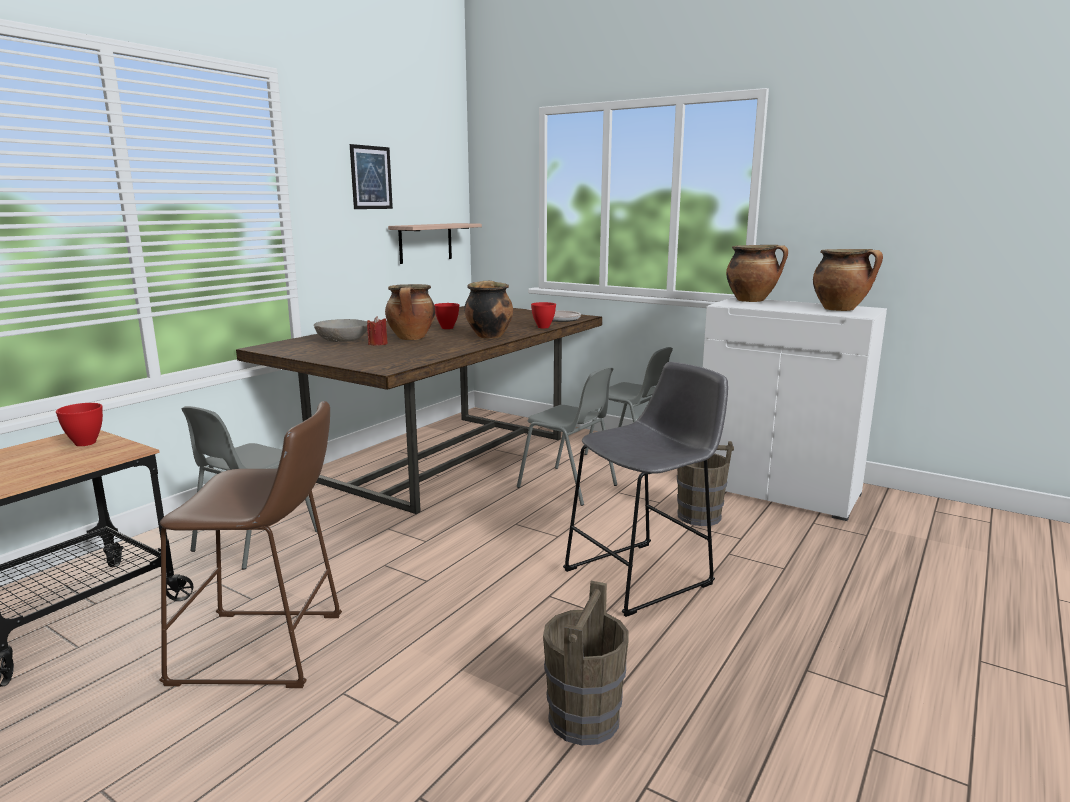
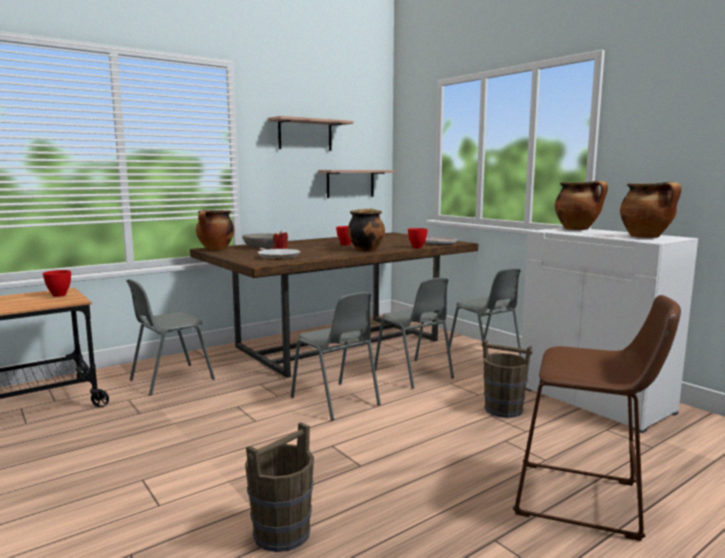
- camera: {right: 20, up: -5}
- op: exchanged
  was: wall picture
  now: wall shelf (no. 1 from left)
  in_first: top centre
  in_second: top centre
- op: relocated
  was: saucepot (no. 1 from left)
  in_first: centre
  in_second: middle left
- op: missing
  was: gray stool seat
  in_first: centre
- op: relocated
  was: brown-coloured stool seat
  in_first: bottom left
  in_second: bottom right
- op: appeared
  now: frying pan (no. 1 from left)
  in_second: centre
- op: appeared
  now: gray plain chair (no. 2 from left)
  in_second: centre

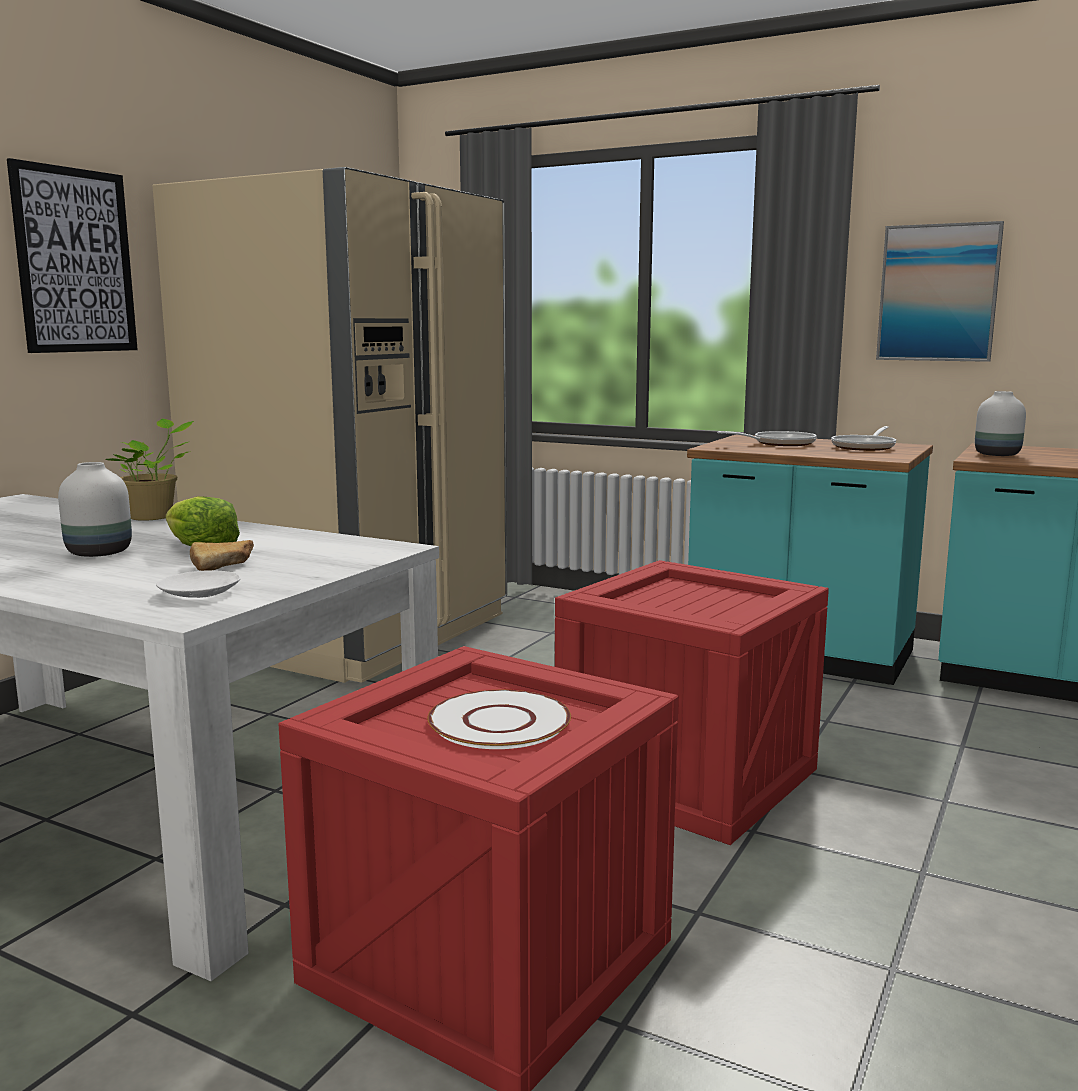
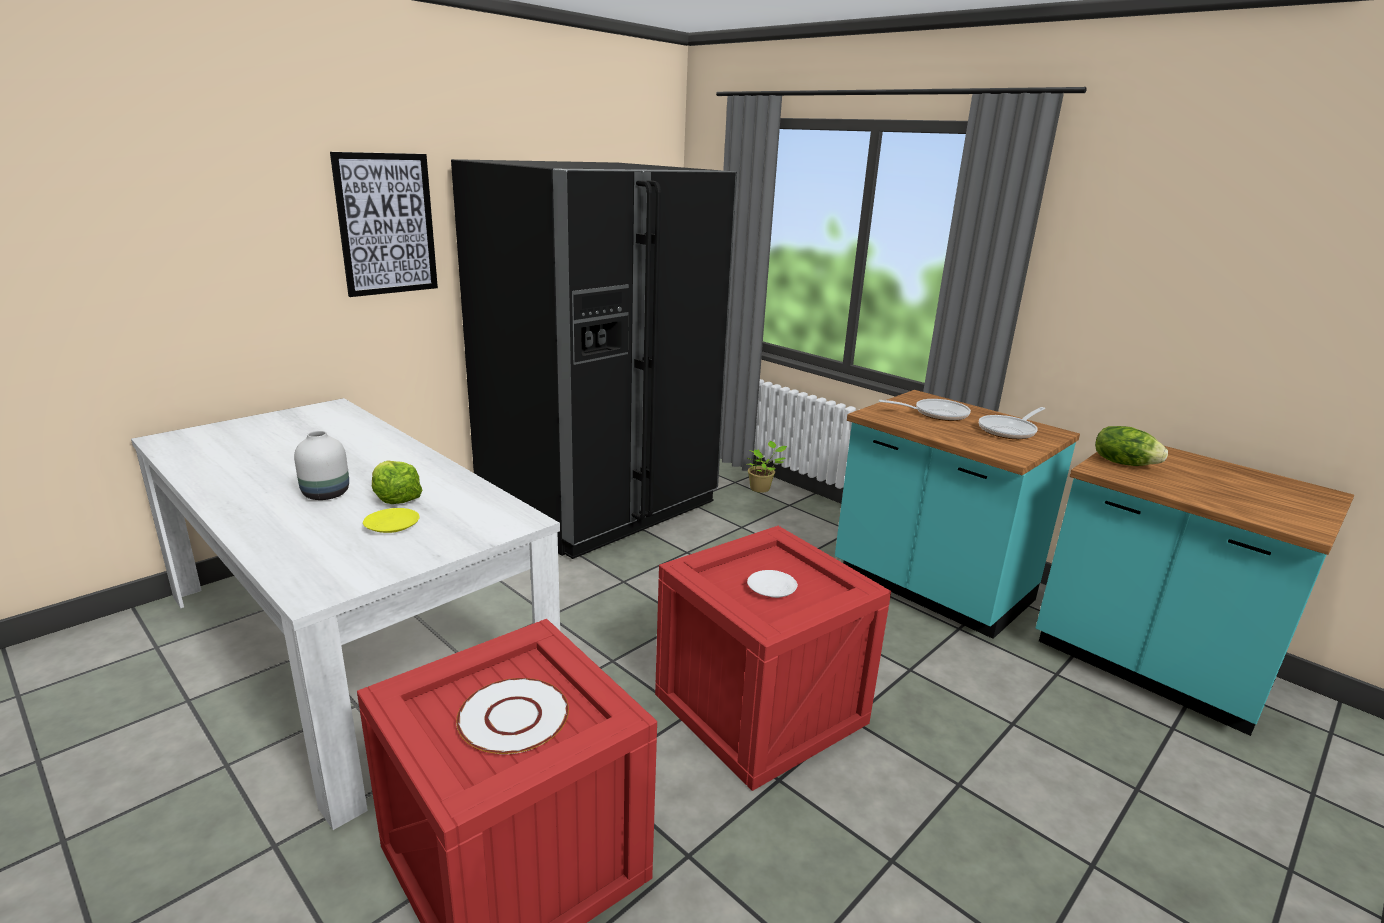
- camera: {right: 15, up: 10}
- op: colour
  was: beige-coloured refrigerator
  now: black refrigerator
  in_first: middle left
  in_second: centre
- op: missing
  was: wall picture (no. 2 from left)
  in_first: top right
- op: exchanged
  was: whitish flower vase (no. 2 from left)
  now: head of lettuce (no. 2 from left)
  in_first: middle right
  in_second: middle right
- op: relocated
  was: potted plant
  in_first: middle left
  in_second: centre
- op: exchanged
  was: bread
  now: yellow plate
  in_first: middle left
  in_second: middle left
- op: relocated
  was: whitish plate (no. 1 from left in the first image)
  now: whitish plate (no. 2 from left)
  in_first: middle left
  in_second: centre

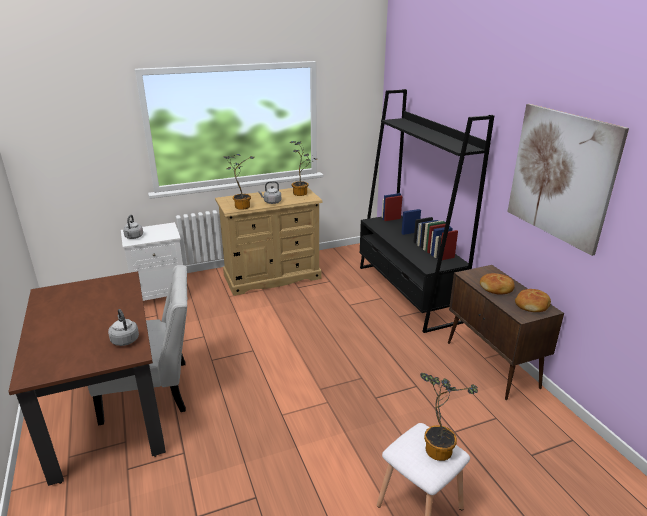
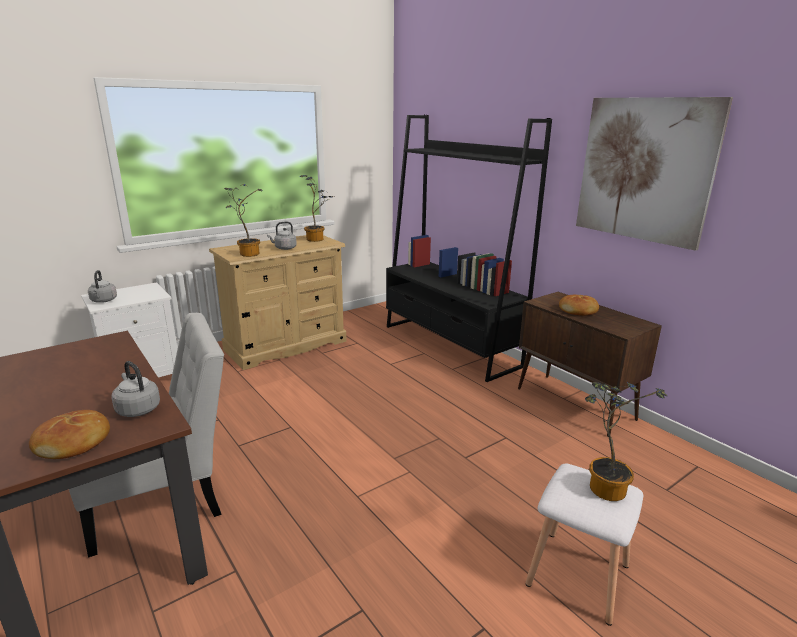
- camera: {right: -15, up: -5}
- op: relocated
  was: bread (no. 2 from left in the first image)
  now: bread (no. 1 from left)
  in_first: middle right
  in_second: bottom left

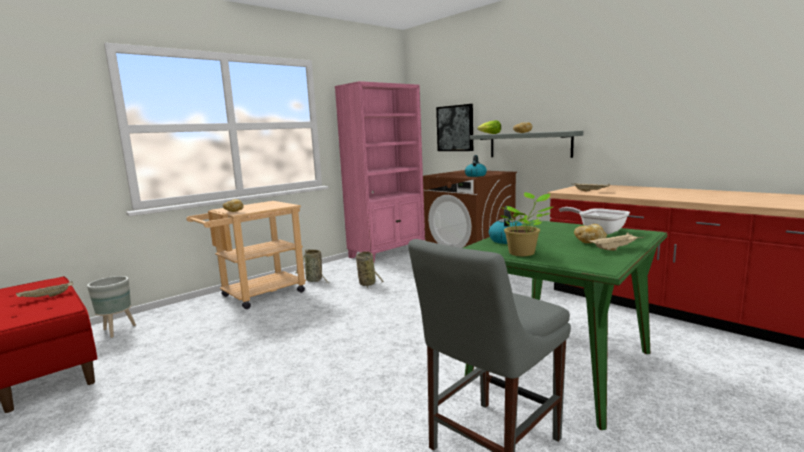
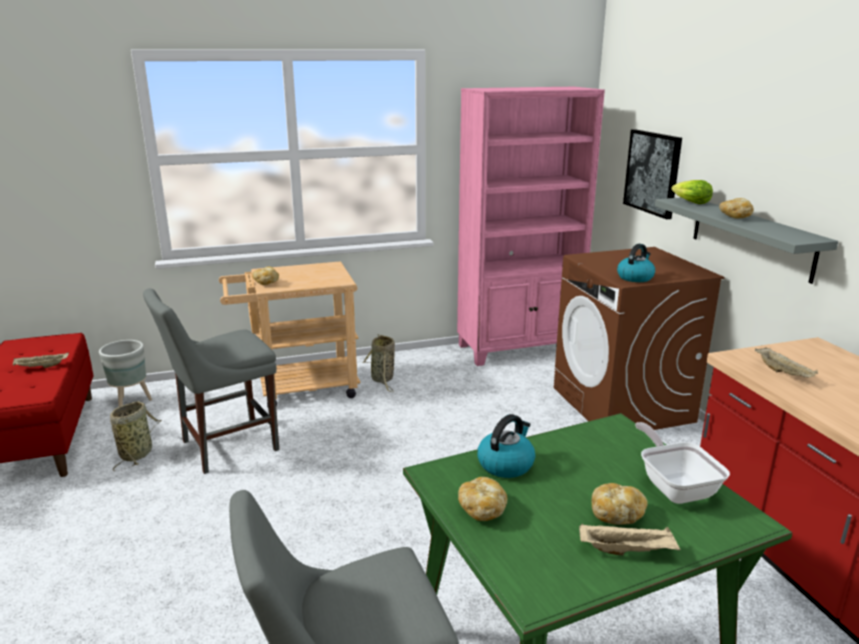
- camera: {right: 25, up: 10}
- op: exchanged
  was: potted plant
  now: bread (no. 2 from left)
  in_first: centre
  in_second: bottom centre
- op: relocated
  was: household basket (no. 2 from left in the first image)
  now: household basket (no. 1 from left)
  in_first: centre
  in_second: bottom left
- op: appeared
  now: gray plain chair (no. 1 from left)
  in_second: middle left

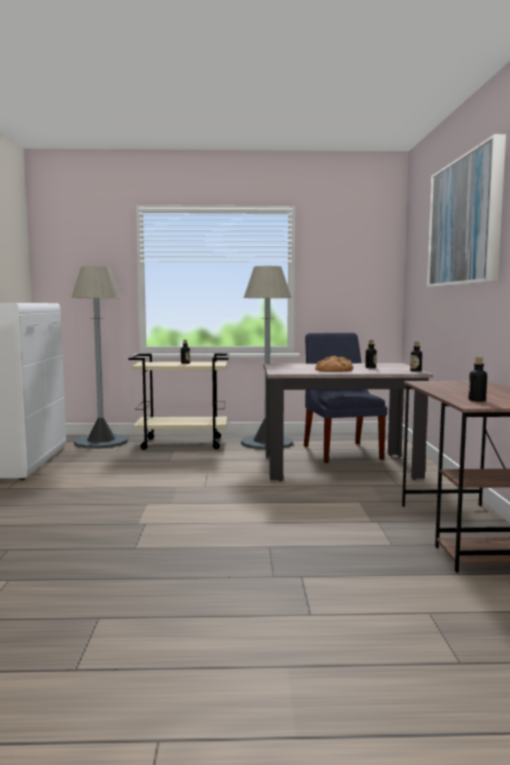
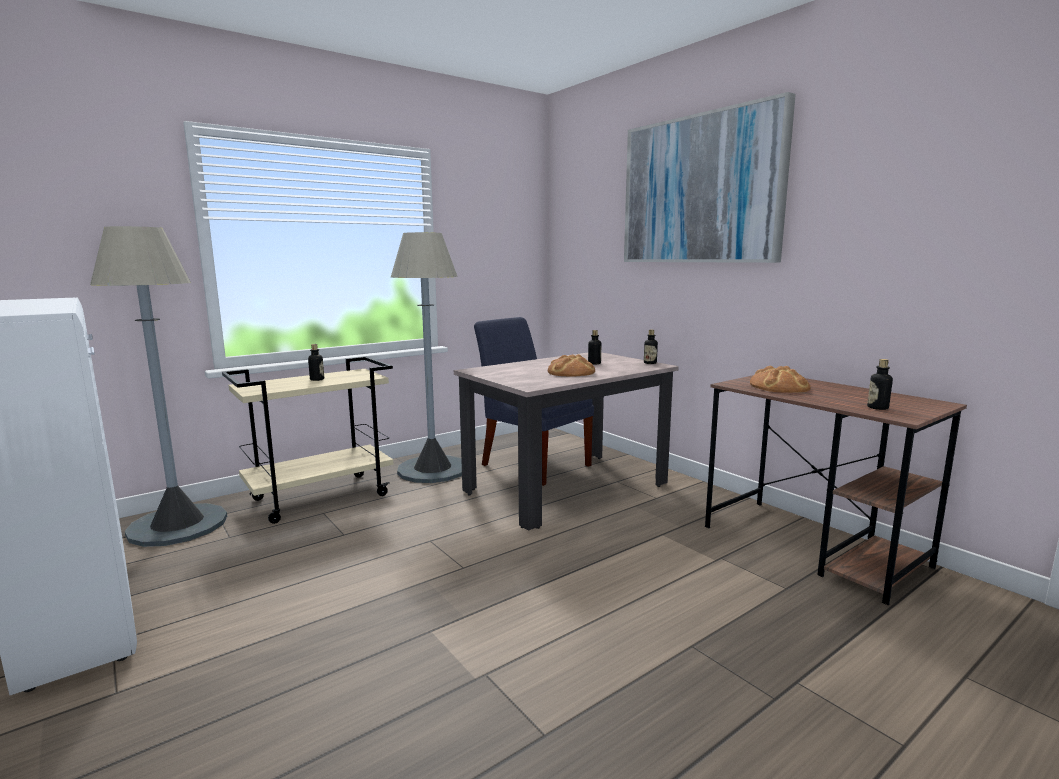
- camera: {right: -35, up: 5}
- op: appeared
  now: bread (no. 2 from left)
  in_second: middle right

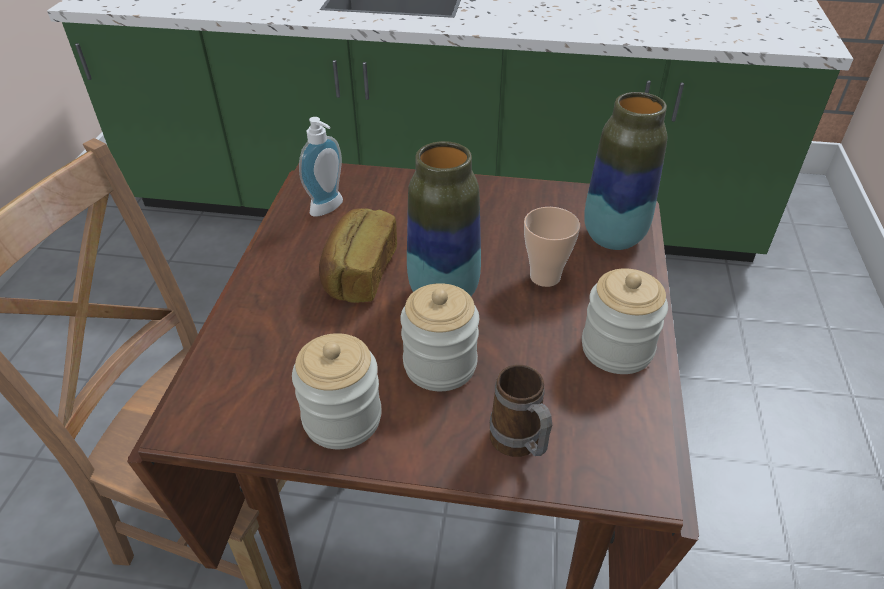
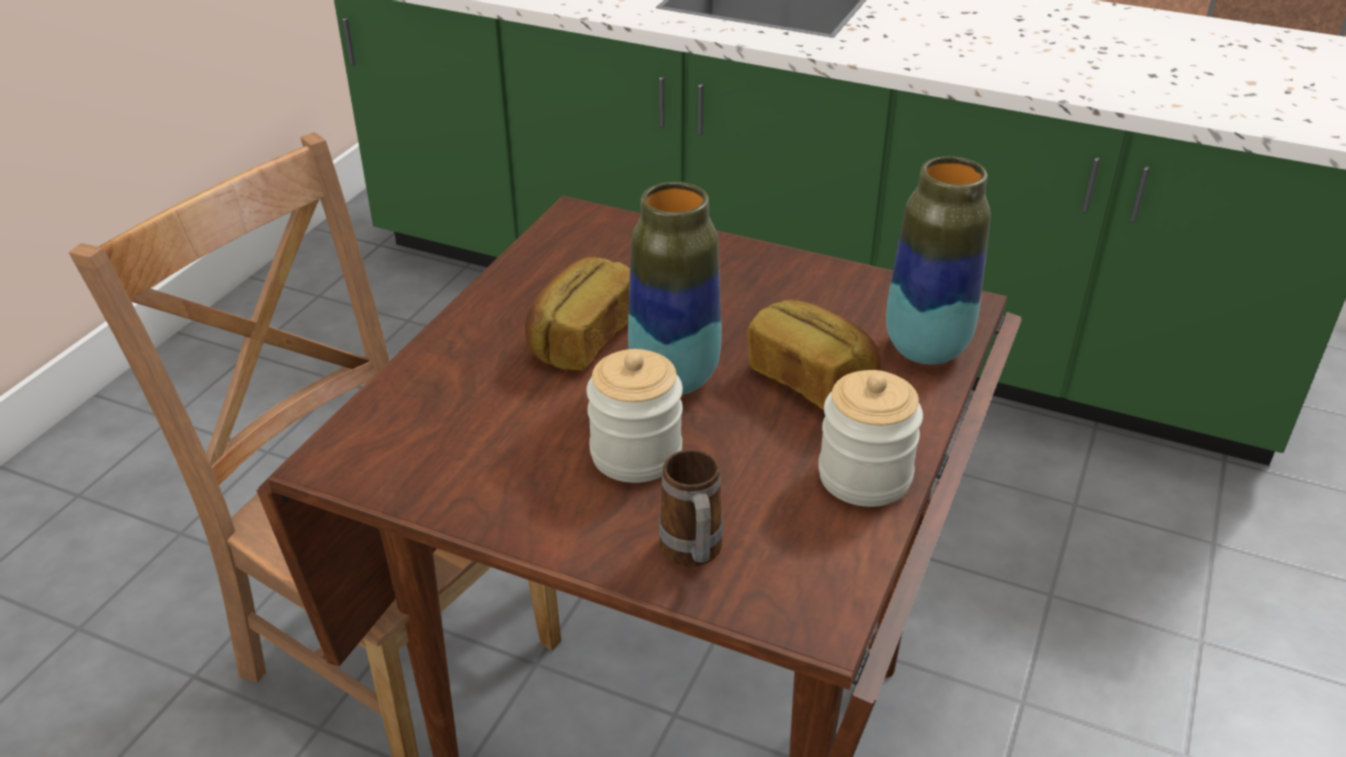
- camera: {right: 15, up: -5}
- op: missing
  was: soap bottle
  in_first: top centre
- op: exchanged
  was: cup
  now: bread (no. 2 from left)
  in_first: centre
  in_second: centre
- op: missing
  was: storage jar (no. 1 from left)
  in_first: centre

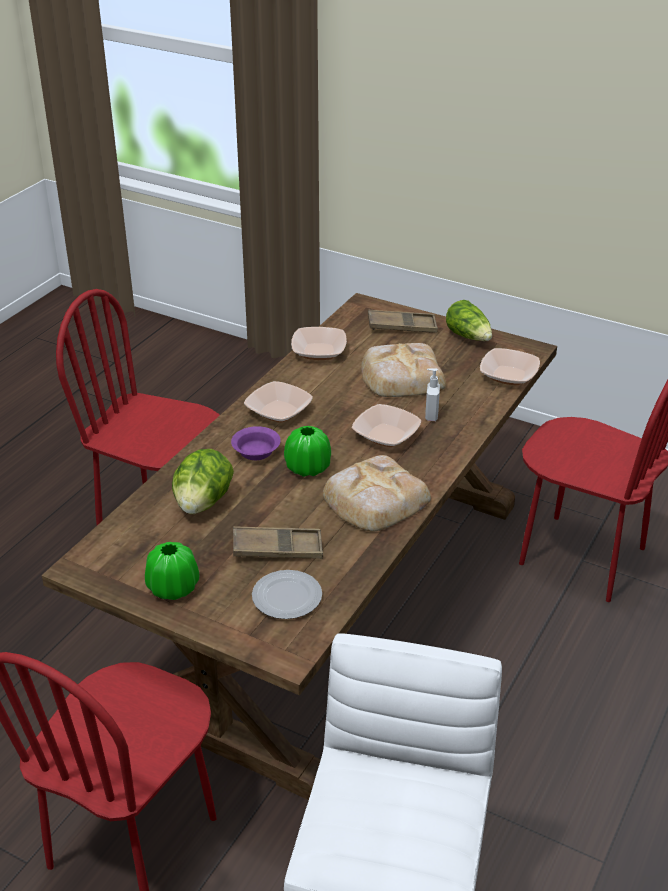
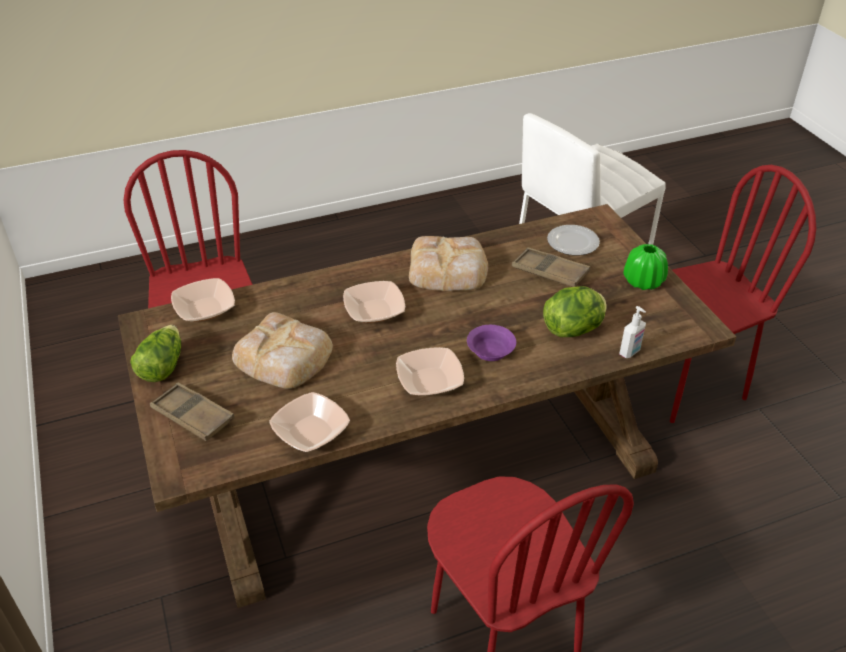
- camera: {right: -140, up: 5}
- op: relocated
  was: soap bottle
  in_first: centre
  in_second: middle right
- op: missing
  was: greenish flower vase (no. 2 from left)
  in_first: centre

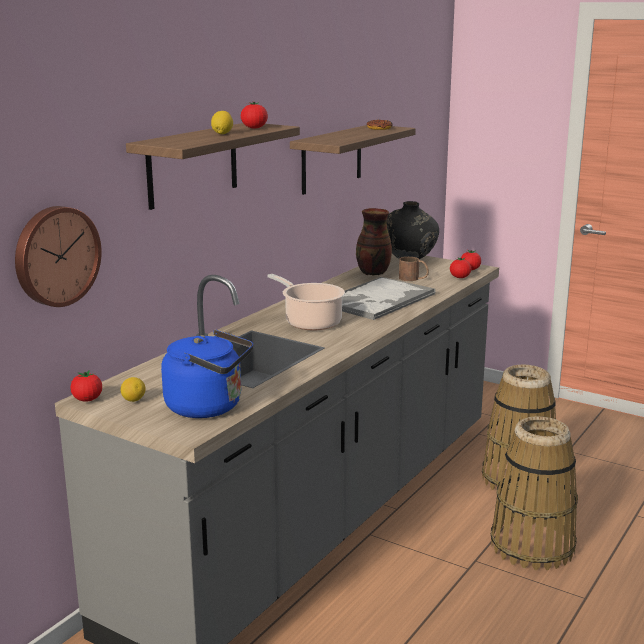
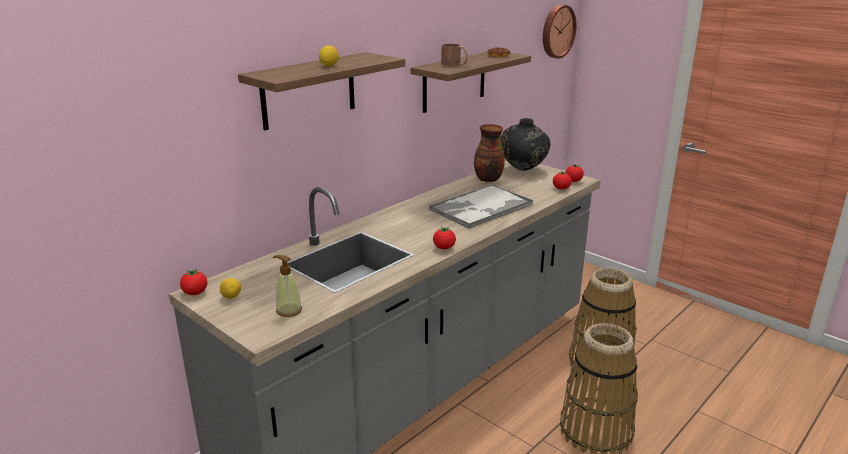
- camera: {right: 10, up: 5}
- op: relocated
  was: fresh tomato (no. 2 from left)
  in_first: top centre
  in_second: centre
- op: relocated
  was: hanging clock
  in_first: middle left
  in_second: top centre
- op: relocated
  was: brown-coloured coffee mug
  in_first: centre
  in_second: top centre
- op: missing
  was: saucepot
  in_first: centre
- op: exchanged
  was: bluish kettle
  now: soap bottle
  in_first: middle left
  in_second: centre

